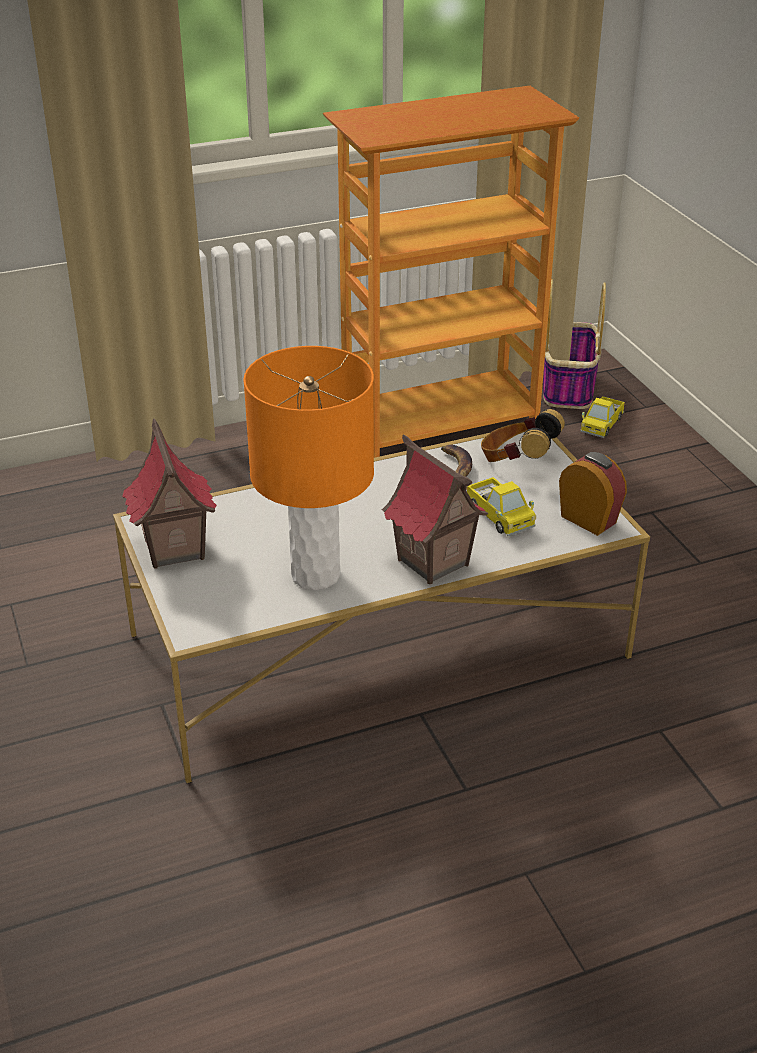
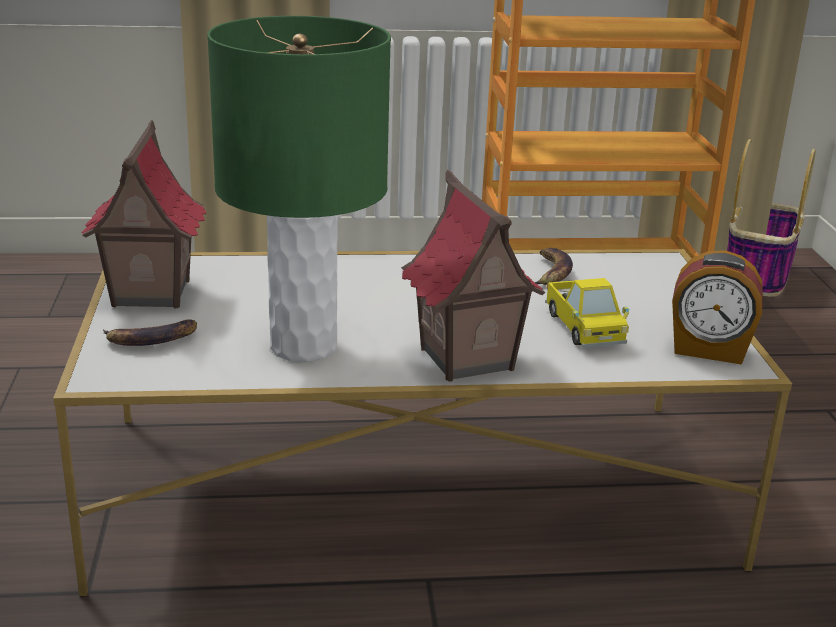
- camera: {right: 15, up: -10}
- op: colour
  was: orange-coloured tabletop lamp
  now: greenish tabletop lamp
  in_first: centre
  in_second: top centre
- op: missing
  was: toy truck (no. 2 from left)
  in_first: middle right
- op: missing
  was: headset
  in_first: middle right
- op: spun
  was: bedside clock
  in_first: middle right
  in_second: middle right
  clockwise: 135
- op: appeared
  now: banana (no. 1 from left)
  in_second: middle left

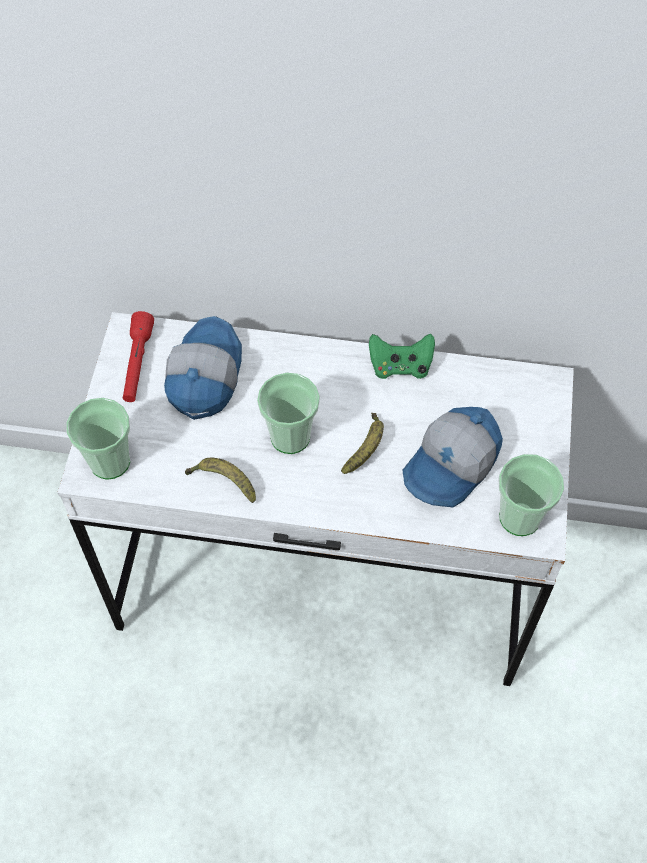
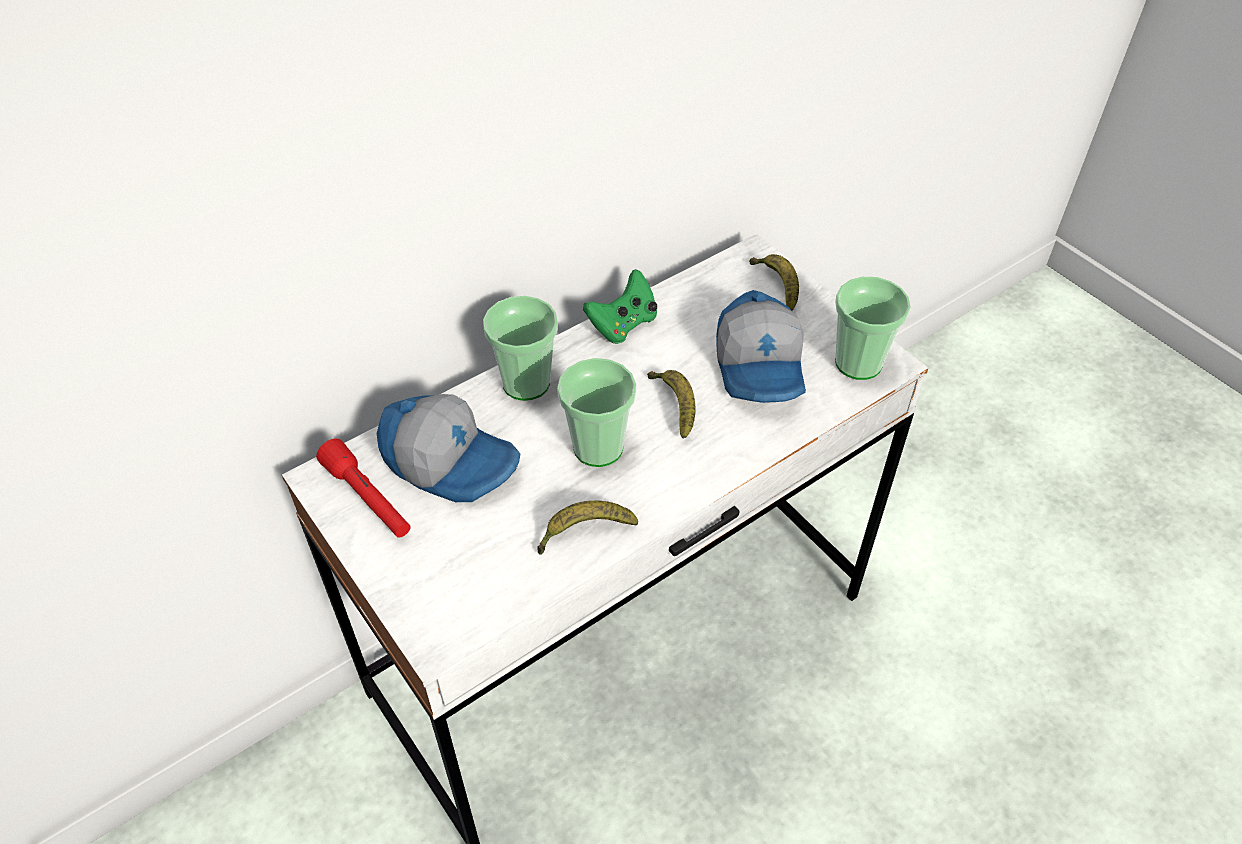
- camera: {right: -45, up: -10}
- op: spun
  was: baseball cap (no. 1 from left)
  in_first: middle left
  in_second: centre
  clockwise: 150
- op: relocated
  was: cup (no. 1 from left)
  in_first: middle left
  in_second: centre
- op: appeared
  now: banana (no. 3 from left)
  in_second: centre

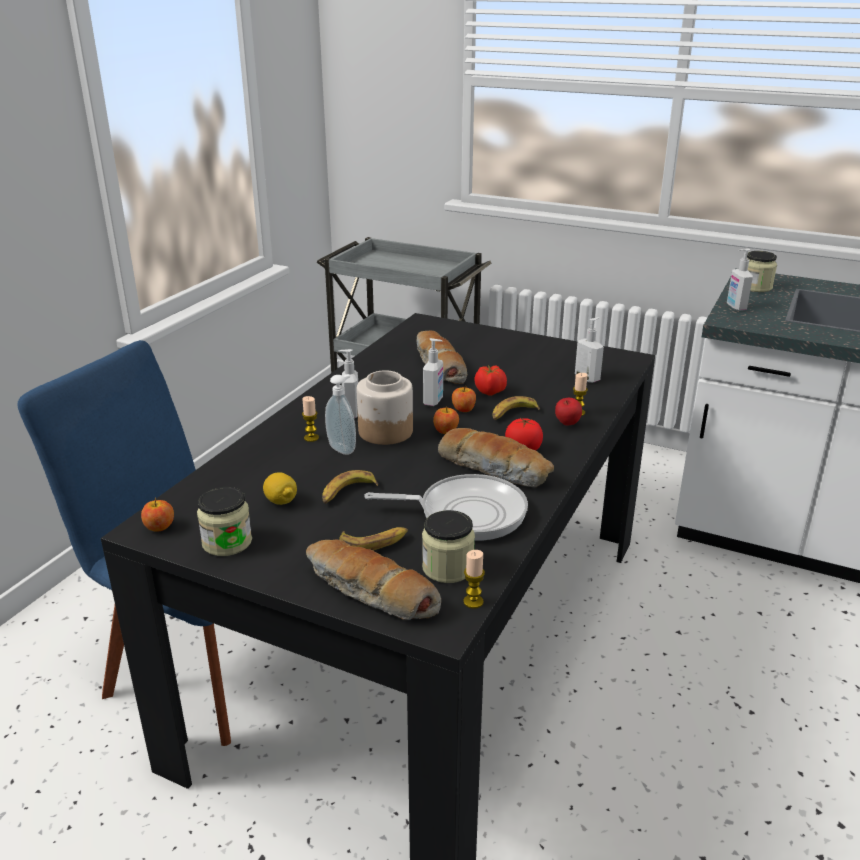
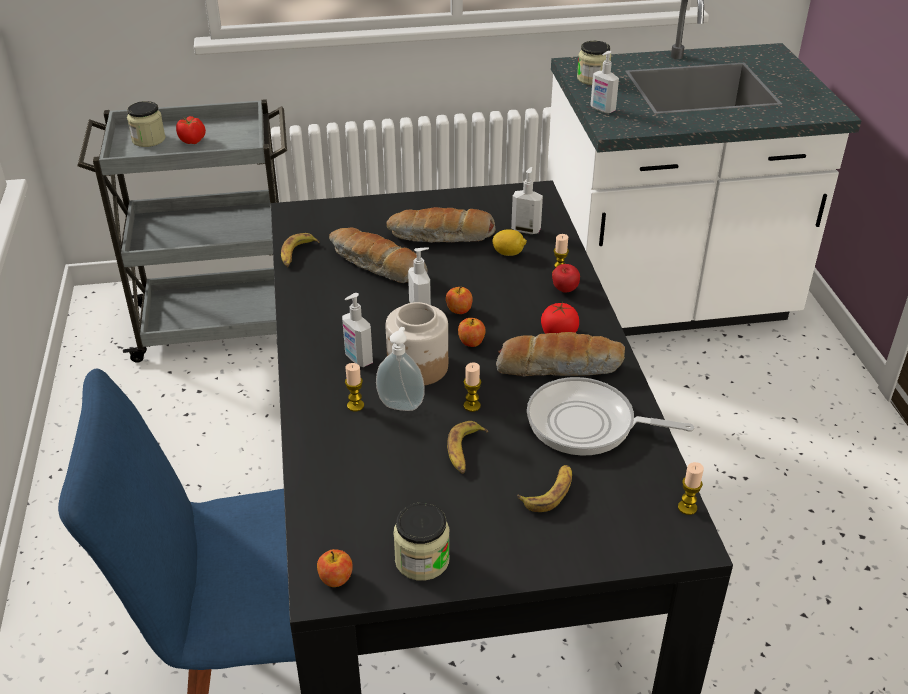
- camera: {right: -35, up: 10}
- op: relocated
  was: fresh tomato (no. 1 from left)
  in_first: centre
  in_second: top left
- op: relocated
  was: banana (no. 3 from left in the first image)
  now: banana (no. 1 from left)
  in_first: centre
  in_second: middle left
- op: relocated
  was: citrus fruit
  in_first: middle left
  in_second: centre
- op: spun
  was: frying pan
  in_first: centre
  in_second: middle right
  clockwise: -135
- op: relocated
  was: storage jar (no. 3 from left in the first image)
  now: storage jar (no. 1 from left)
  in_first: centre
  in_second: top left
- op: relocated
  was: bread (no. 1 from left in the first image)
  now: bread (no. 2 from left)
  in_first: bottom centre
  in_second: top centre
- op: appeared
  now: wax light (no. 2 from left)
  in_second: centre

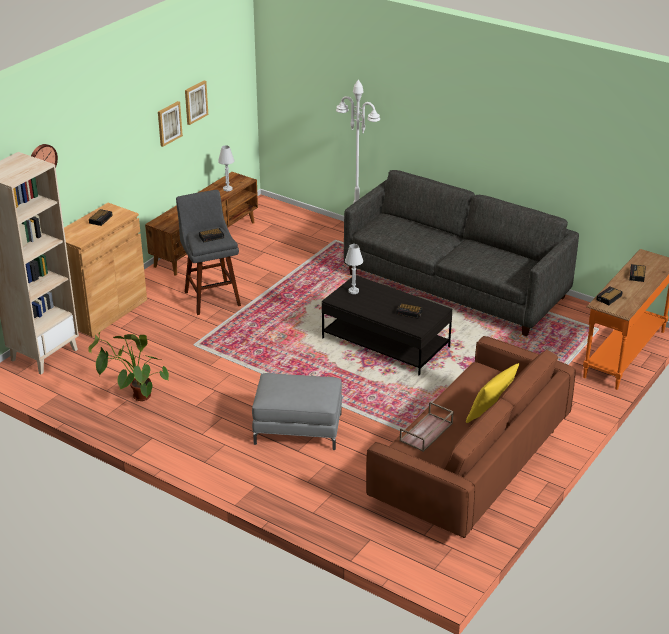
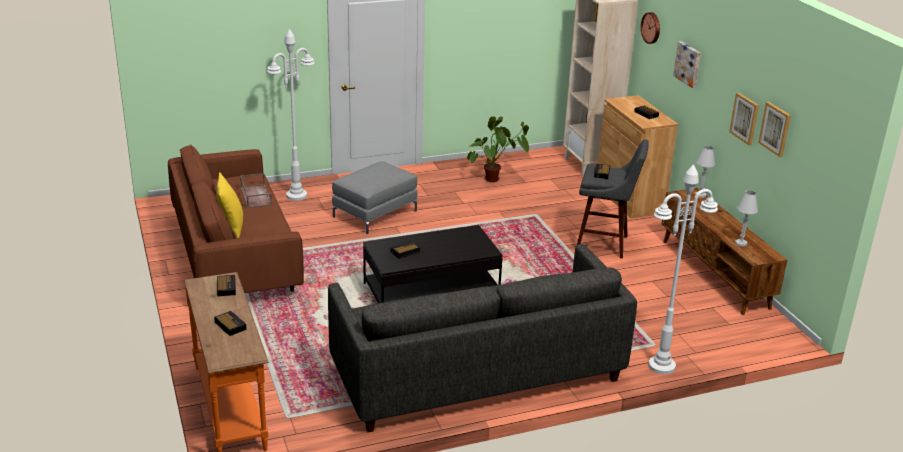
- camera: {right: 125, up: -5}
- op: relocated
  was: whitish tabletop lamp (no. 2 from left in the first image)
  now: whitish tabletop lamp (no. 1 from left)
  in_first: centre
  in_second: middle right
- op: appeared
  now: whitish floor lamp (no. 1 from left)
  in_second: top left
- op: appeared
  now: wall picture (no. 1 from left)
  in_second: top right

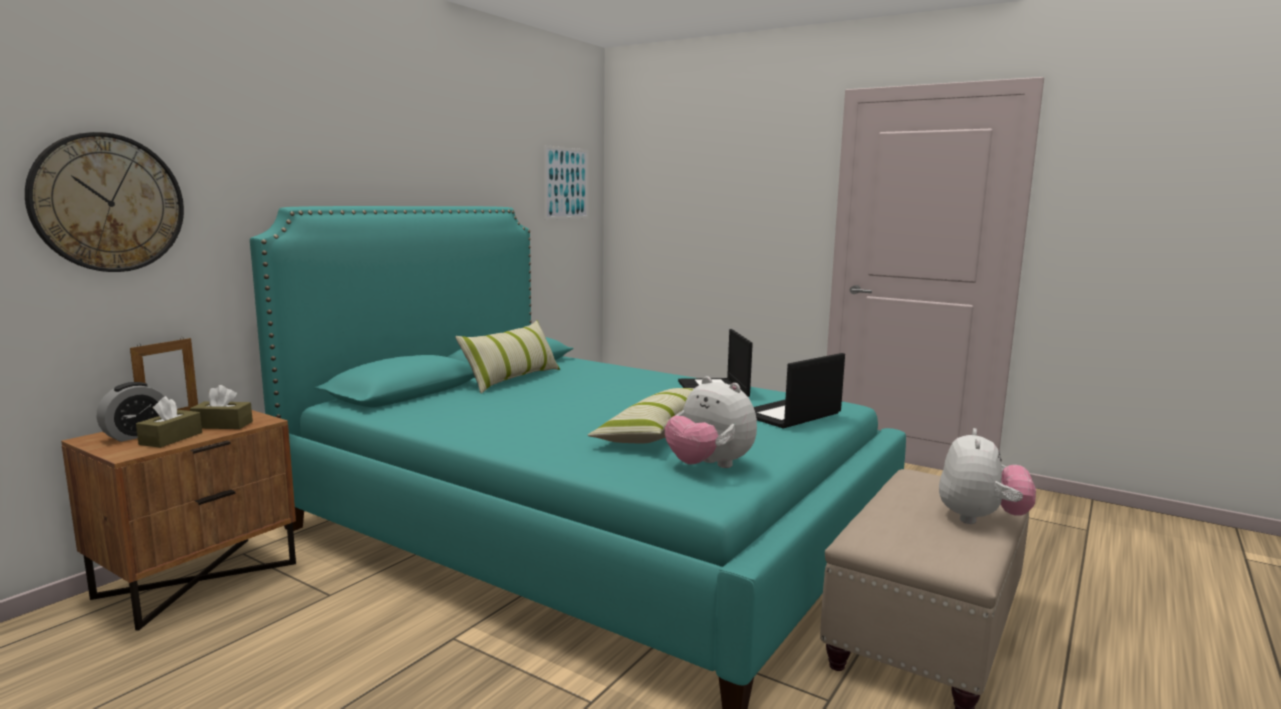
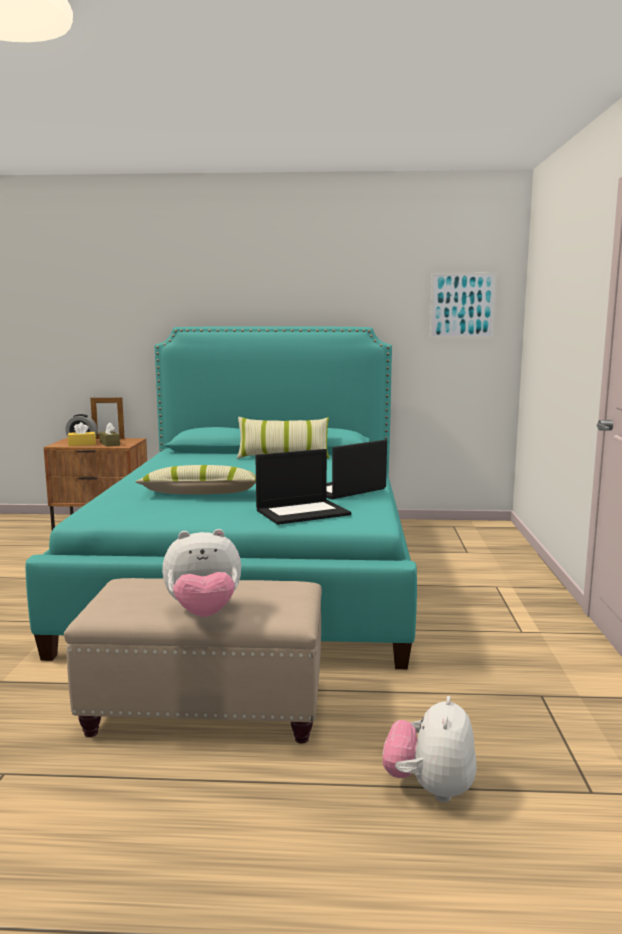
- camera: {right: 60, up: 0}
- op: missing
  was: hanging clock
  in_first: top left
- op: spun
  was: notebook computer (no. 2 from left in the first image)
  in_first: centre
  in_second: centre
  clockwise: 135
- op: relocated
  was: cuddly toy (no. 1 from left in the first image)
  now: cuddly toy (no. 2 from left)
  in_first: centre
  in_second: bottom right
- op: colour
  was: brown-coloured tissue box (no. 1 from left)
  now: yellow tissue box
  in_first: middle left
  in_second: middle left

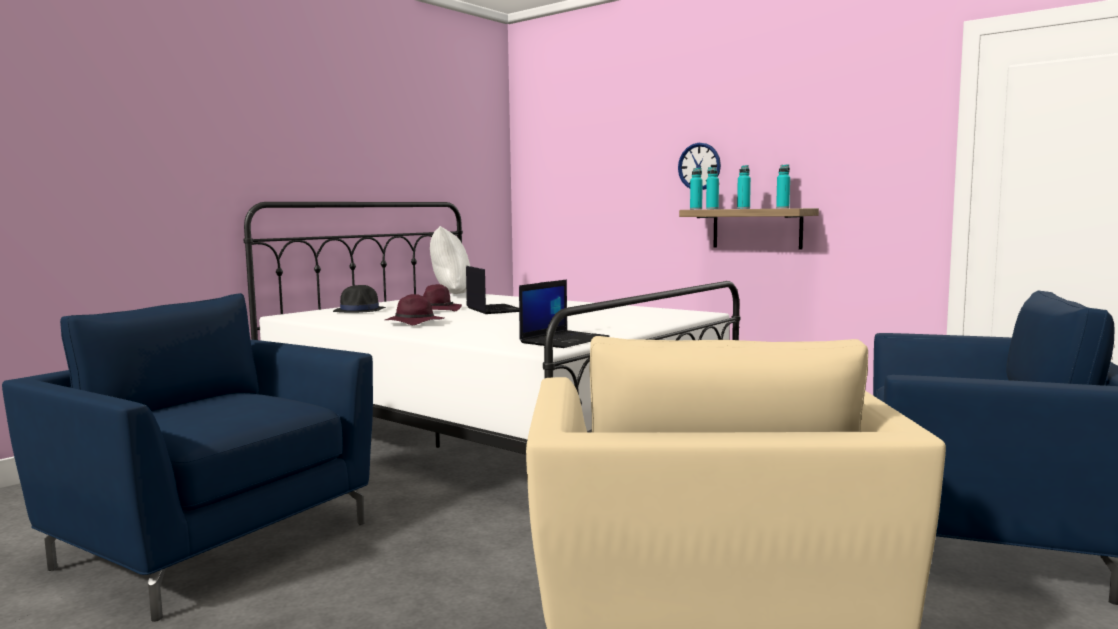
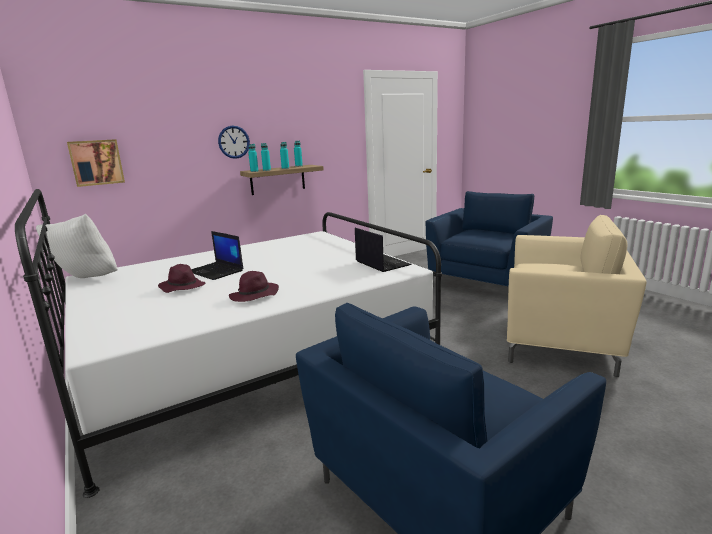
- camera: {right: -70, up: 10}
- op: spun
  was: notebook computer (no. 1 from left)
  in_first: centre
  in_second: middle left
  clockwise: -135
- op: missing
  was: black hat
  in_first: middle left
- op: appeared
  now: wall picture
  in_second: top left

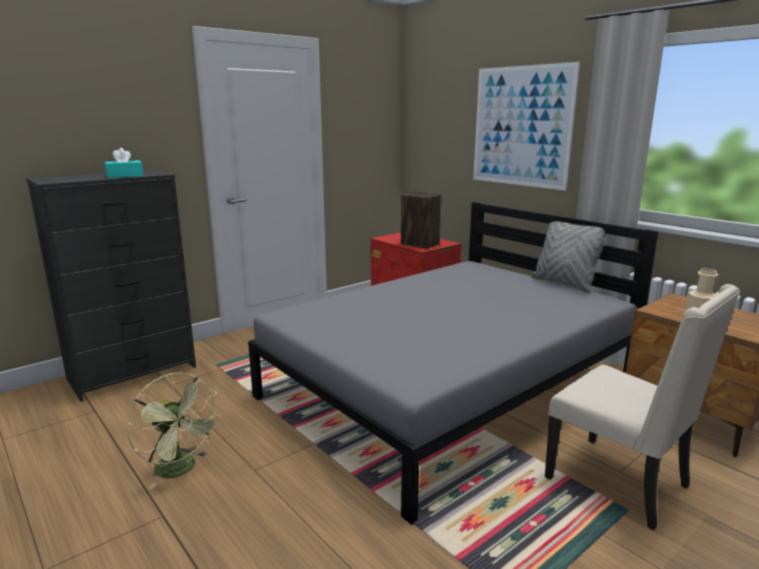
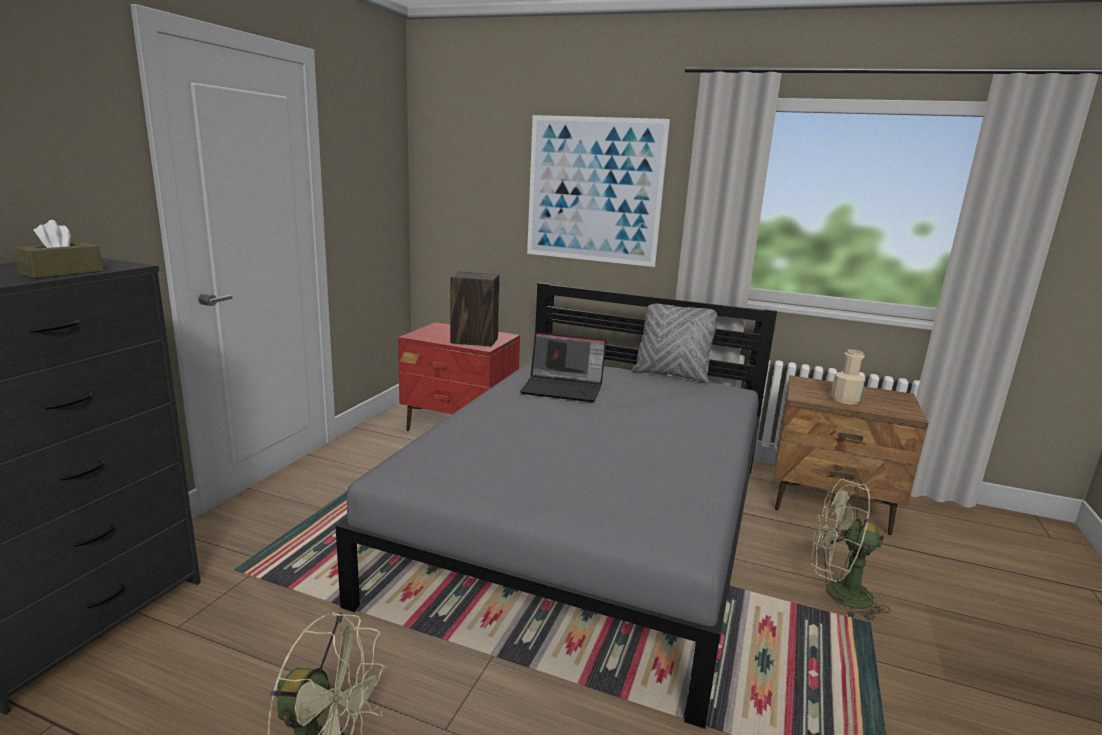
- camera: {right: -30, up: 0}
- op: colour
  was: turquoise-coloured tissue box
  now: brown-coloured tissue box
  in_first: top left
  in_second: middle left
- op: exchanged
  was: beige-coloured plain chair
  now: greenish cooling fan (no. 2 from left)
  in_first: bottom right
  in_second: bottom right
- op: appeared
  now: notebook computer
  in_second: centre

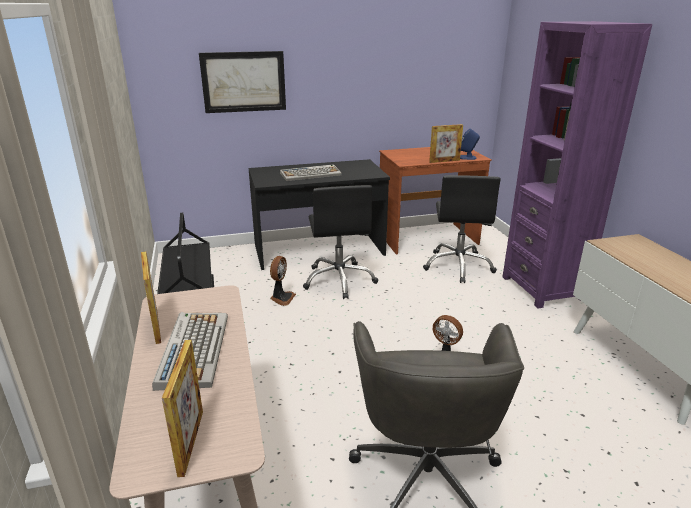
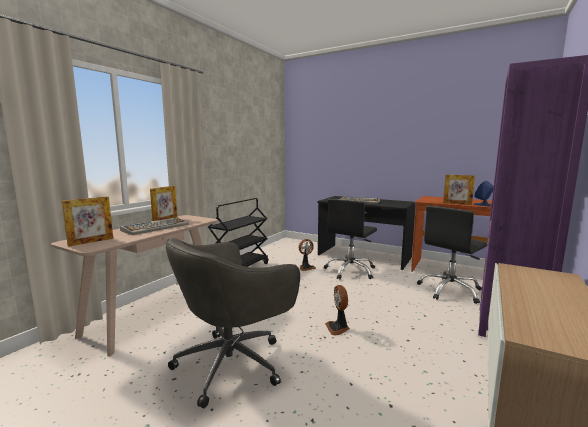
- camera: {right: 45, up: -15}
- op: missing
  was: wall picture
  in_first: top centre

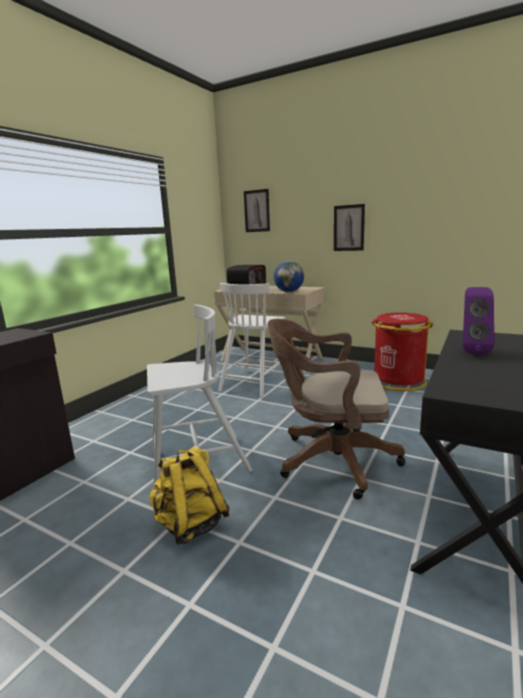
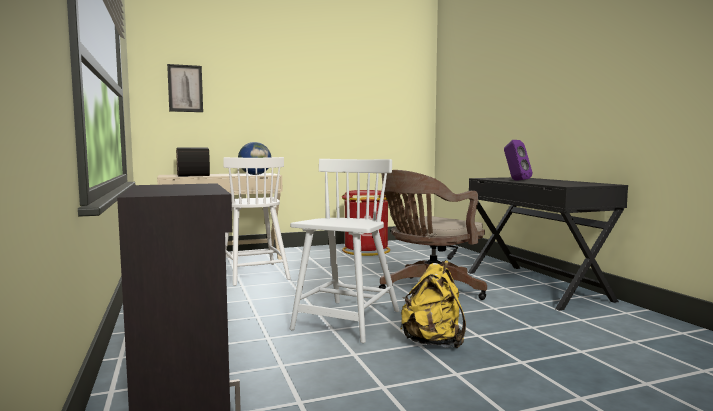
- camera: {right: -50, up: -10}
- op: missing
  was: wall picture (no. 2 from left)
  in_first: top right

